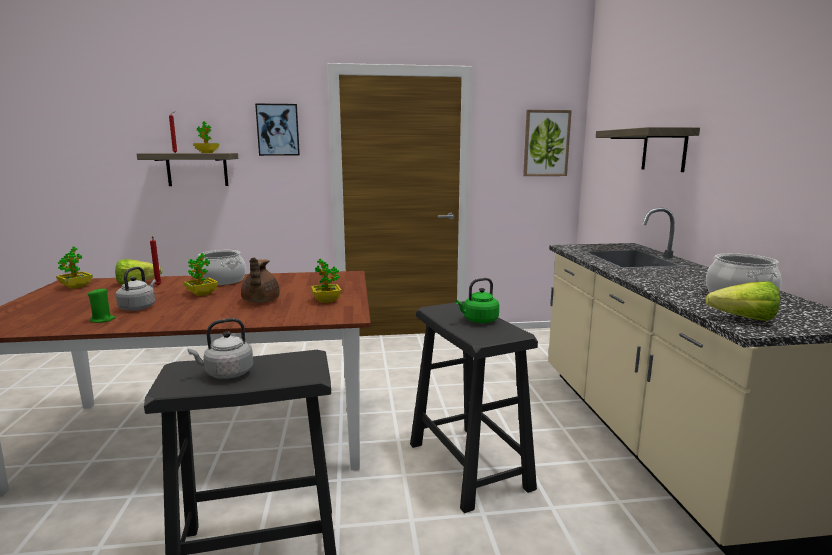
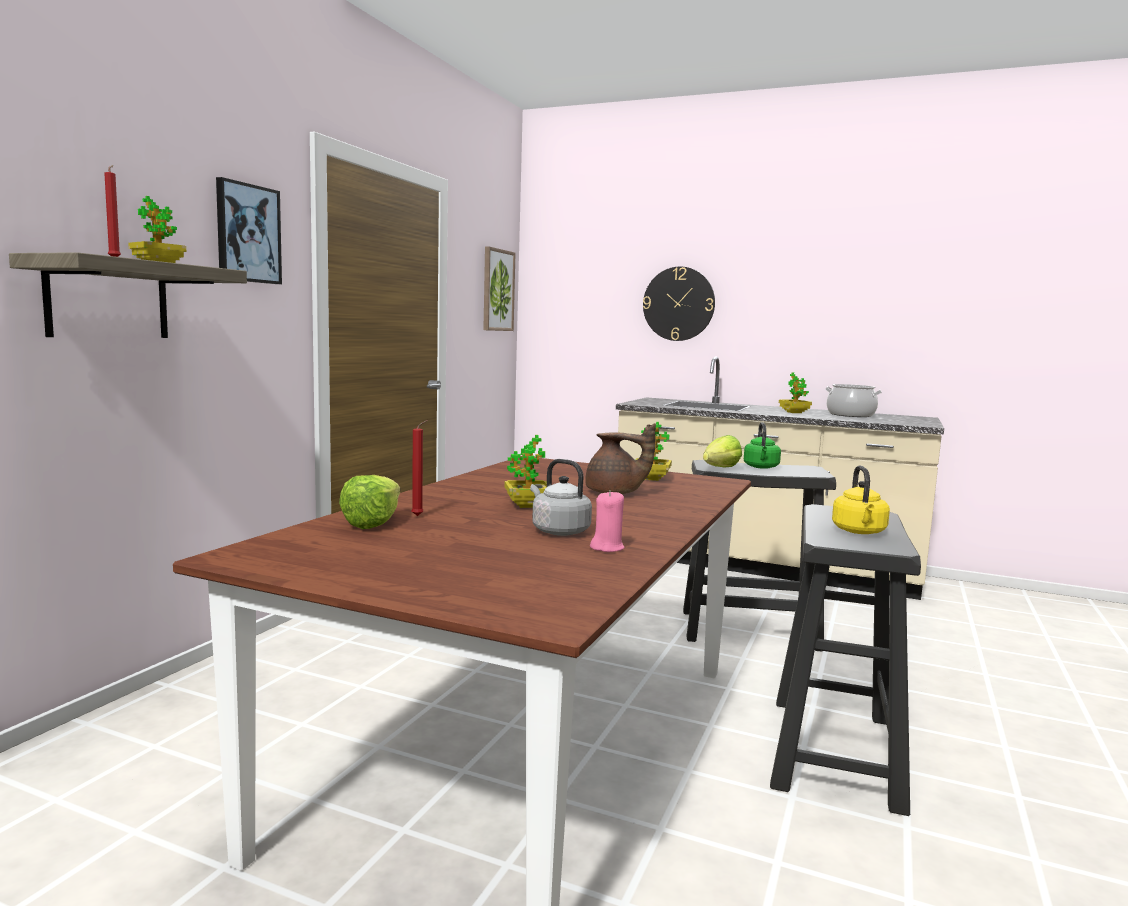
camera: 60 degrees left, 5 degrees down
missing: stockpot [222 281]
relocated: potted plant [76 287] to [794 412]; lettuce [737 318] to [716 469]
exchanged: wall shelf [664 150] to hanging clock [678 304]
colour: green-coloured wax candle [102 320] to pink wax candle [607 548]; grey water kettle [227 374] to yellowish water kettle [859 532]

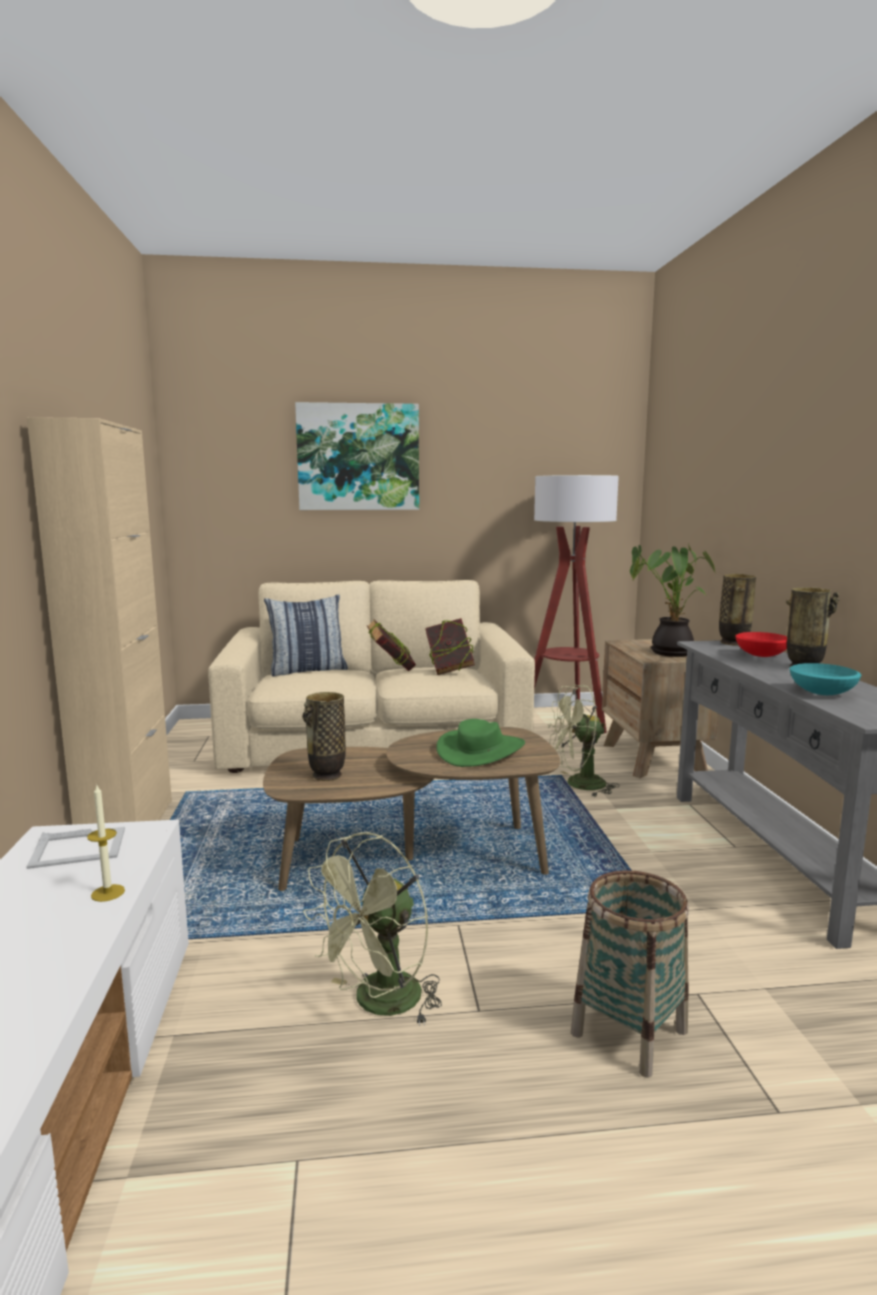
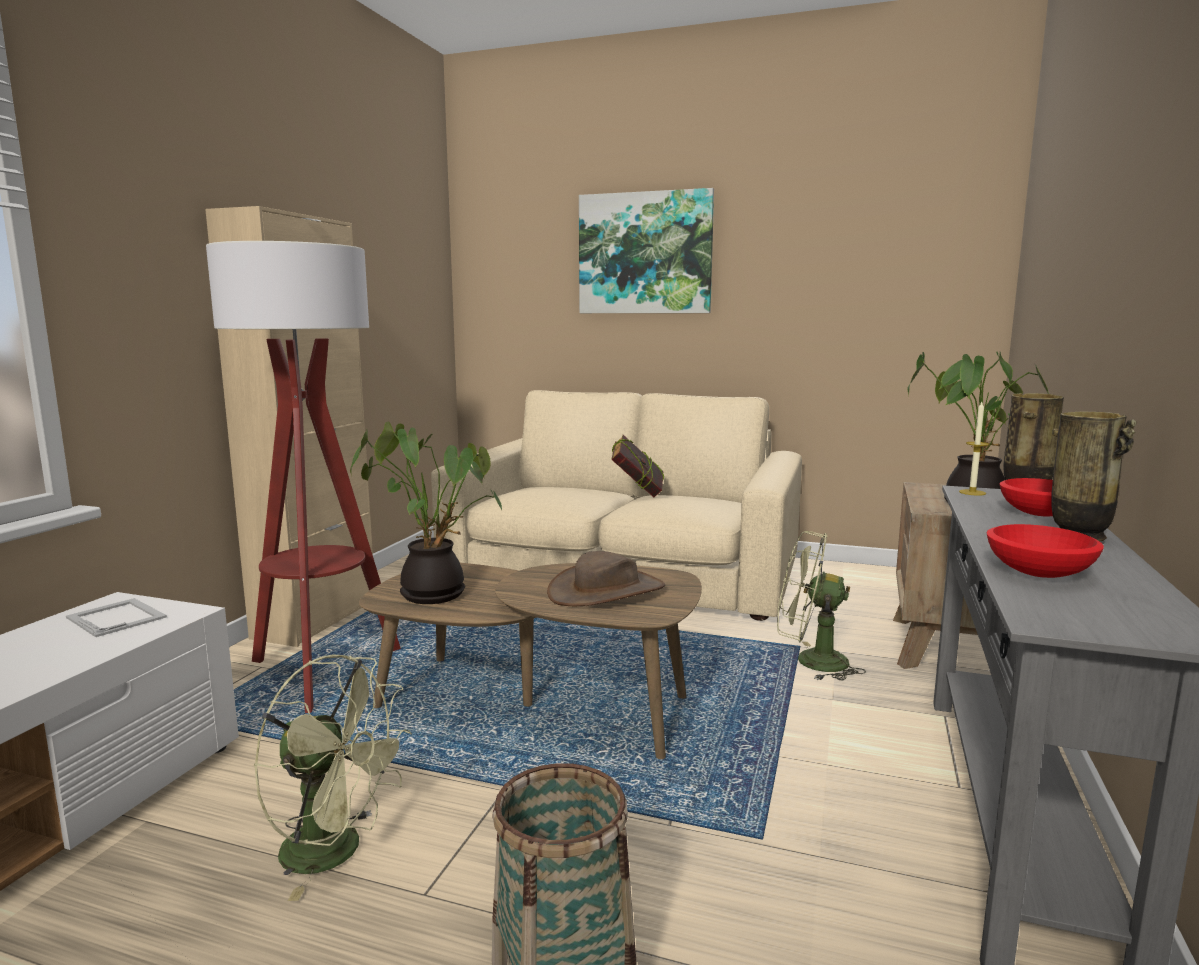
camera: 25 degrees right, 0 degrees up
missing: cushion [308 670]; volume [449 671]
relocated: standing lamp [567 720] to [322 672]; wax candle [108 893] to [972 492]
exchanged: flower vase [326 776] to potted plant [435 592]
colour: turquoise bowl [821 692] to reddish bowl [1038 572]; green-coloured hat [481 750] to brown hat [607 591]
spun: standing frame [79 847] = [116 617] 150 degrees counterclockwise; green-coloured electric fan [378 1004] = [337 852] 135 degrees counterclockwise

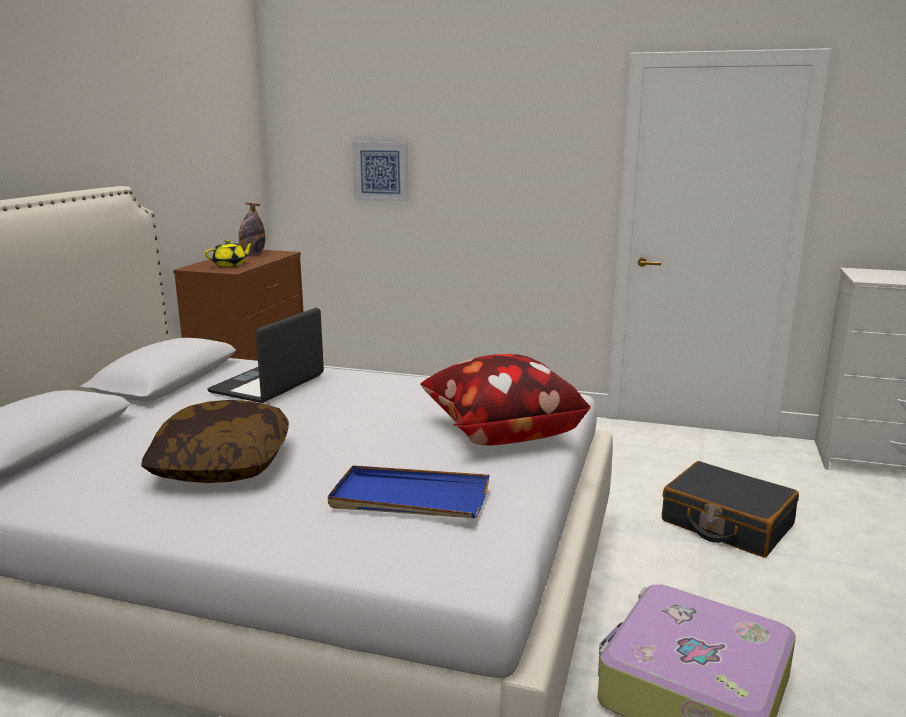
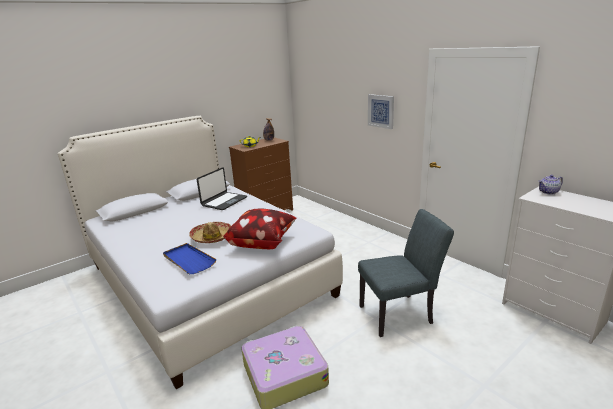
camera: 35 degrees right, 5 degrees up
missing: cushion [222 465]
appeared: tea pot [548 192]; hat [211 237]
relocated: wall picture [381 171] to [381 111]
exchanged: black suitcase [726 523] to grey upright chair [400 313]
spun: portable computer [269 384] = [224 201] 150 degrees clockwise

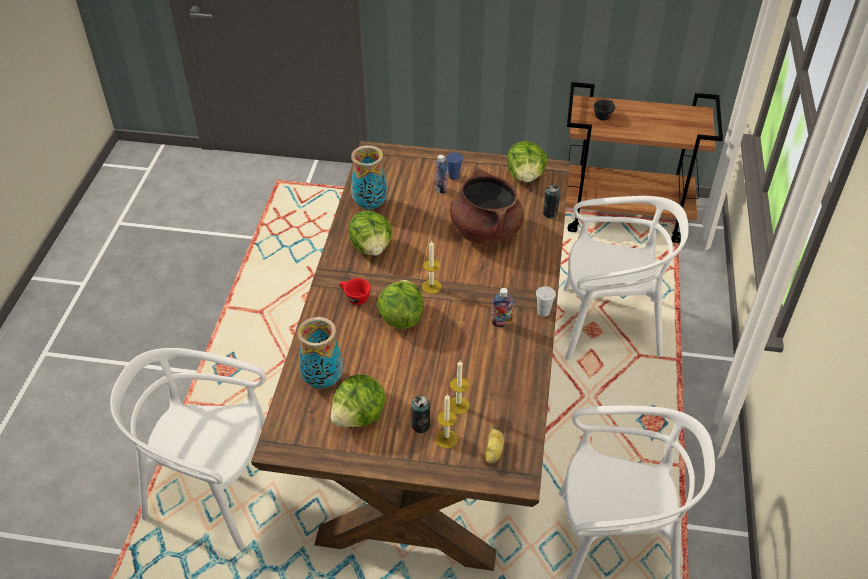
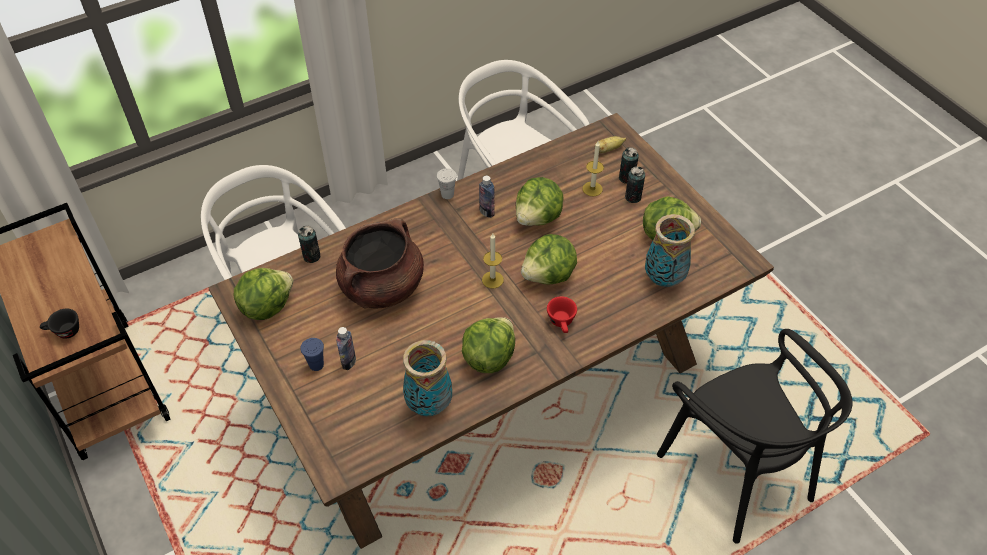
camera: 130 degrees left, 5 degrees up
appeared: lettuce [538 217]
exchanged: wax candle [446 439] to sealed can [626 178]
colour: white upright chair [213 490] to black upright chair [736 472]

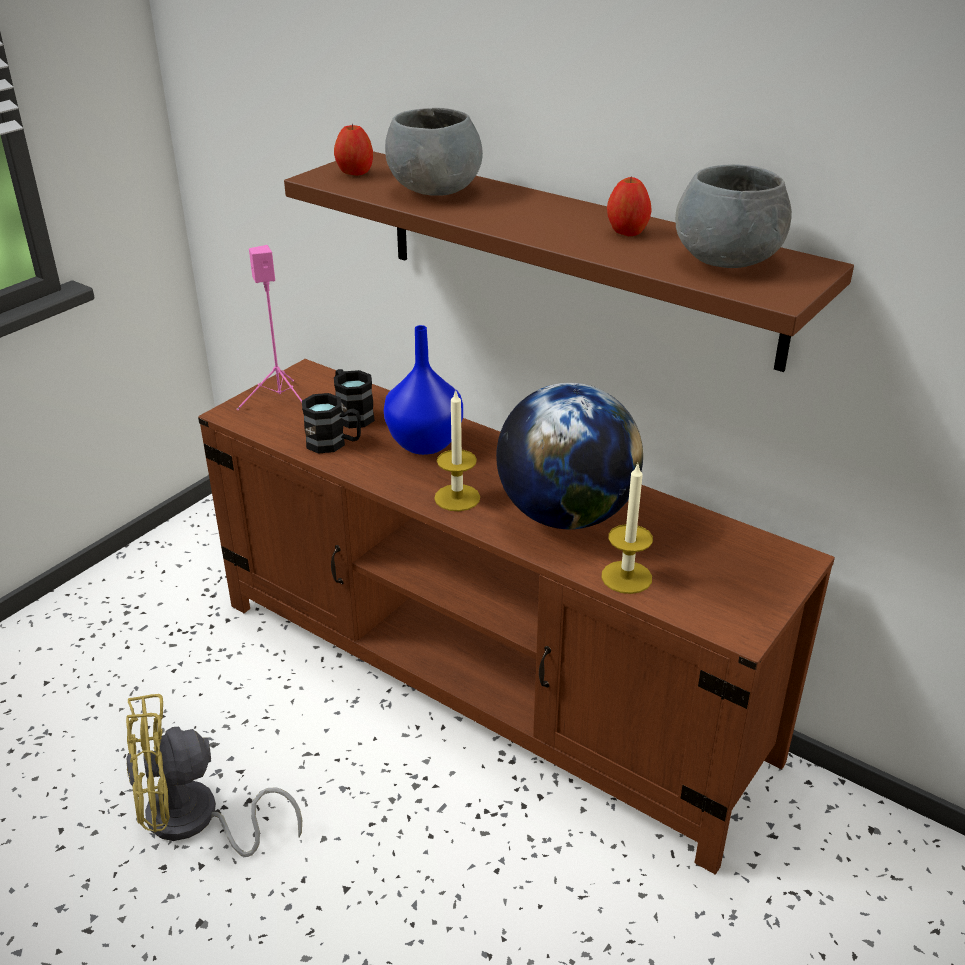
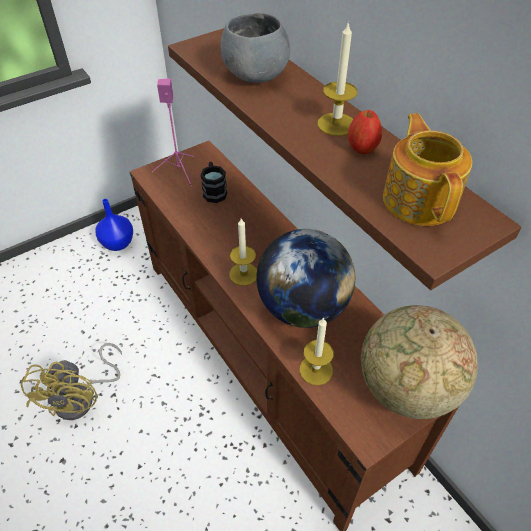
camera: 20 degrees right, 15 degrees up
missing: whole apple [355 173]; black tea mug [334 443]
appeared: wax candle [336 124]; world globe [405 388]
relocated: blue-coloured flower vase [425 442] to [118 243]
exchanged: grey bowl [728 261] to tea pot [419 199]
spun: yellowish electric fan [194 822] = [83 398] 90 degrees counterclockwise

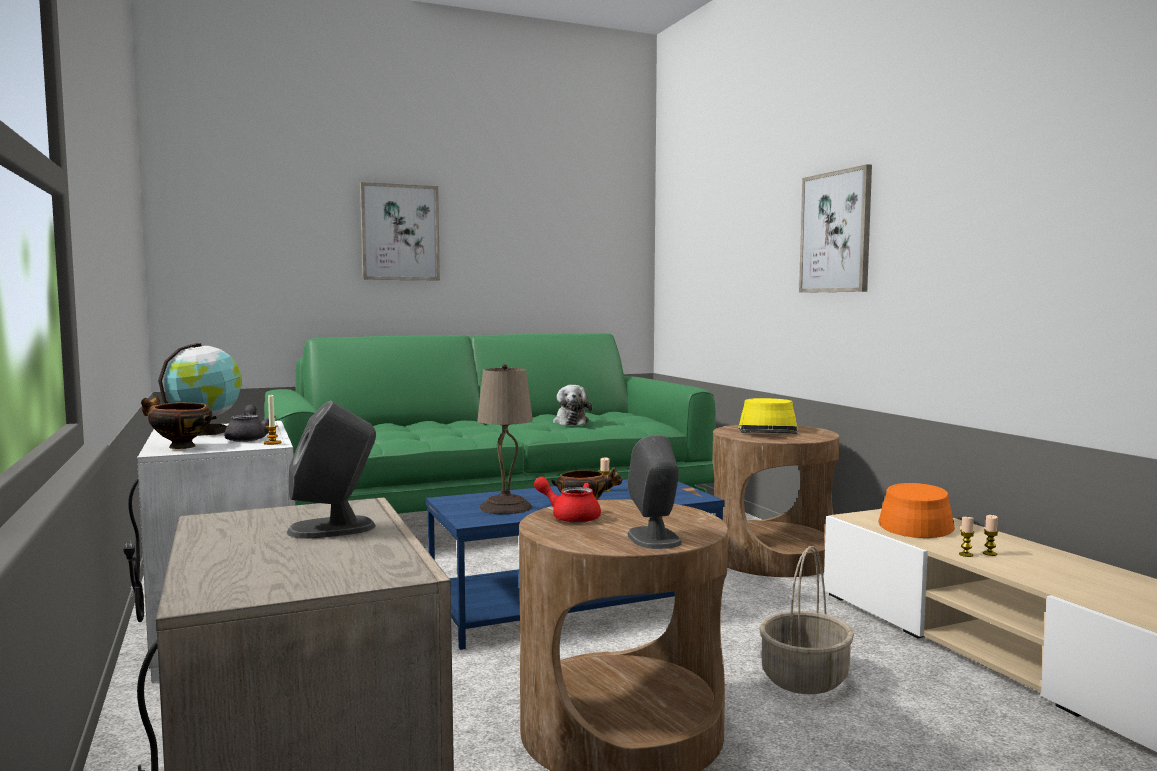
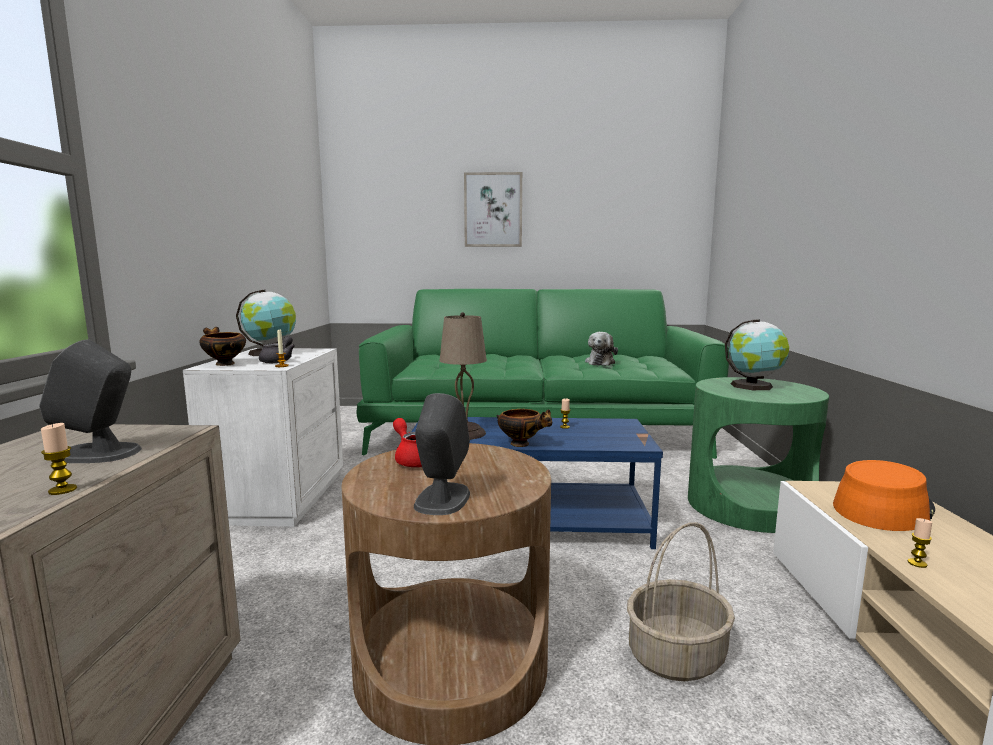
camera: 25 degrees right, 5 degrees up
missing: wall picture [836 232]
relocated: wax candle [989 553] to [62 490]
exchanged: yellowish hat [768 431] to world globe [754 386]
colour: brown end table [772 557] to green-coloured end table [748 506]

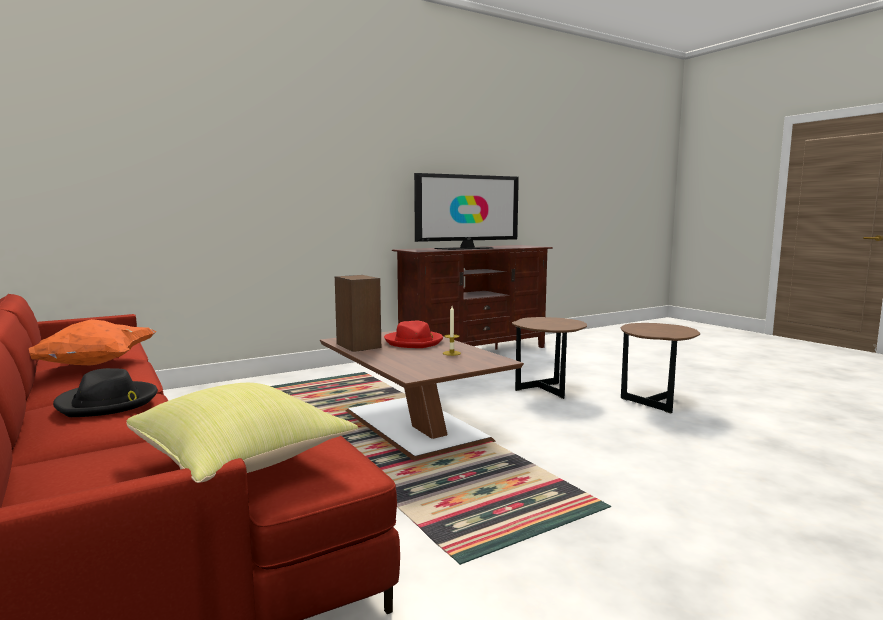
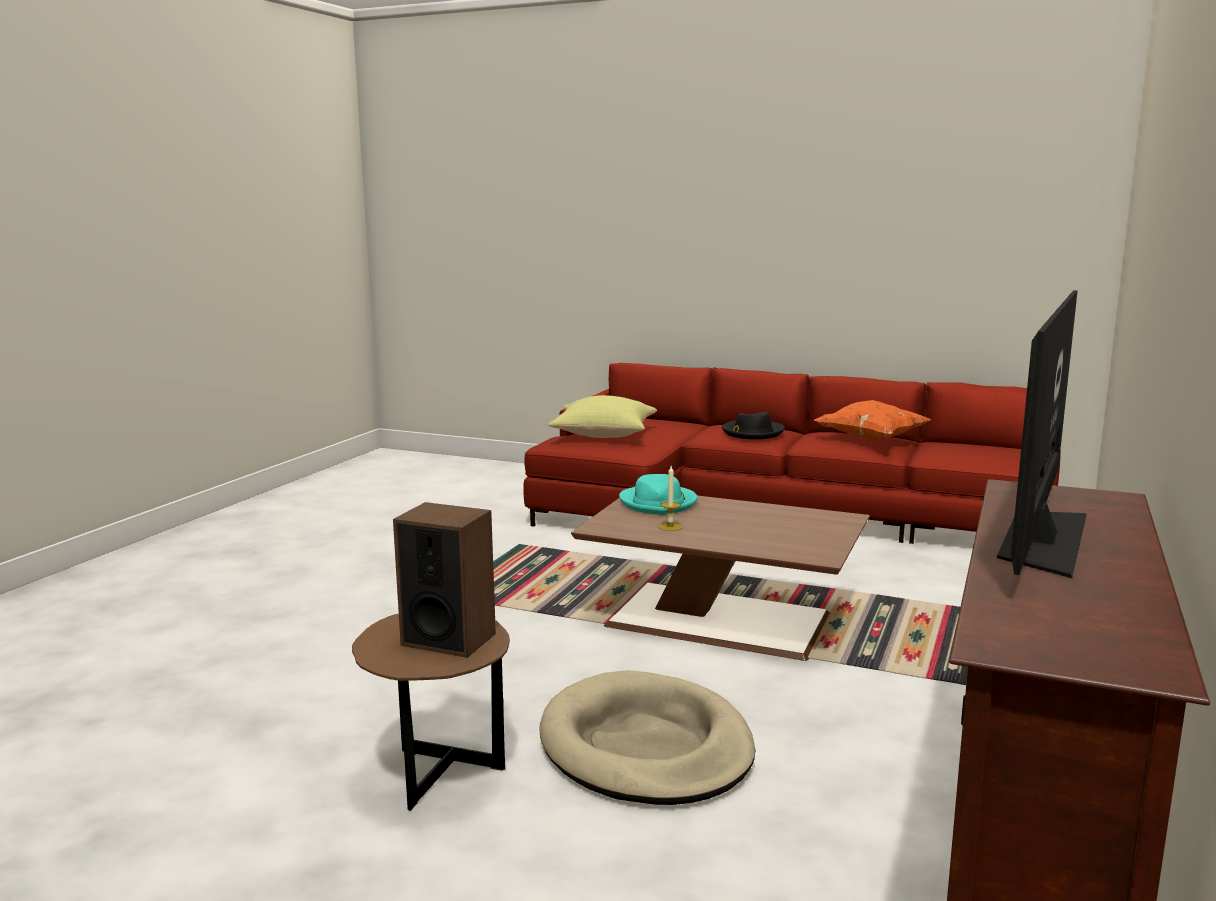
camera: 145 degrees right, 5 degrees up
missing: reddish hat [414 342]
appeared: turquoise hat [659 503]
relocated: loudspeaker [358 346] to [448 639]
exchanged: brown end table [547 391] to beige dog cushion [646 747]

